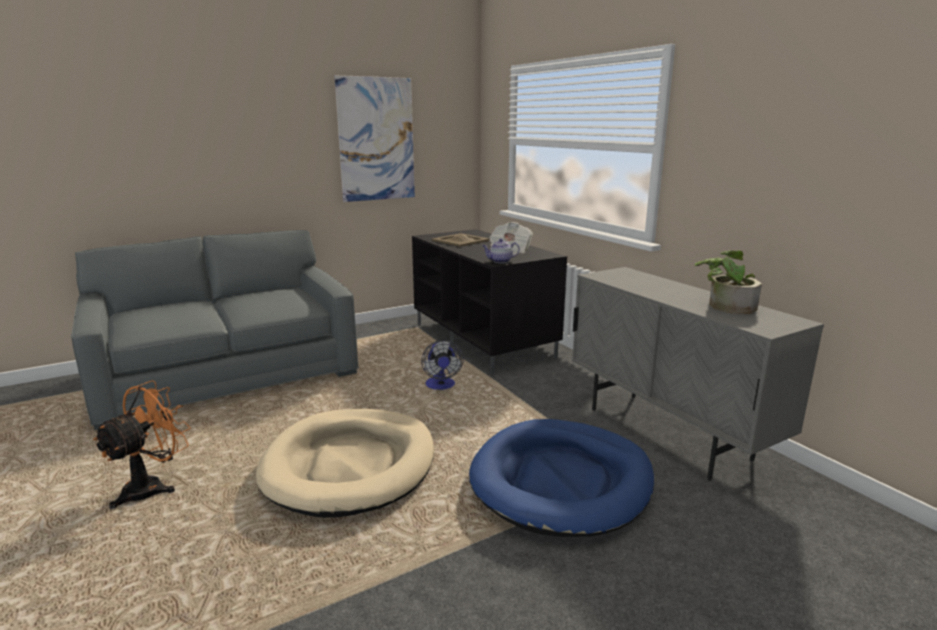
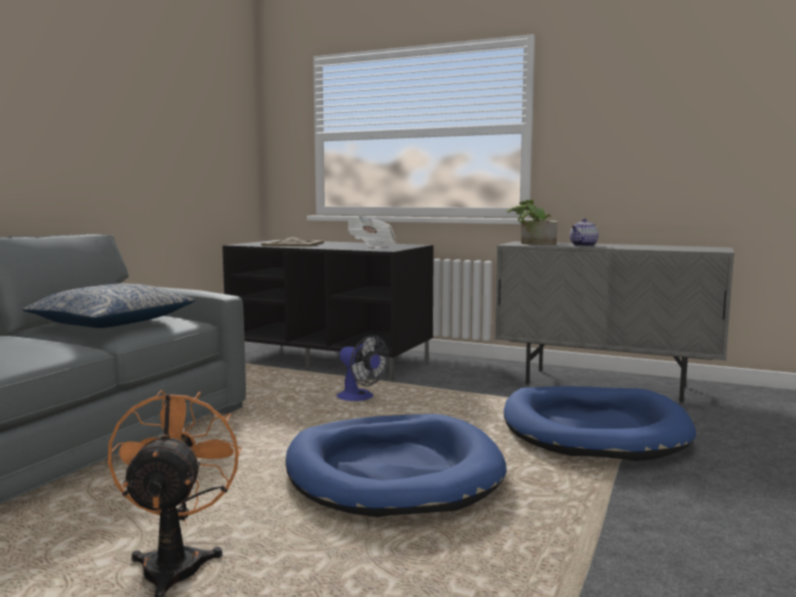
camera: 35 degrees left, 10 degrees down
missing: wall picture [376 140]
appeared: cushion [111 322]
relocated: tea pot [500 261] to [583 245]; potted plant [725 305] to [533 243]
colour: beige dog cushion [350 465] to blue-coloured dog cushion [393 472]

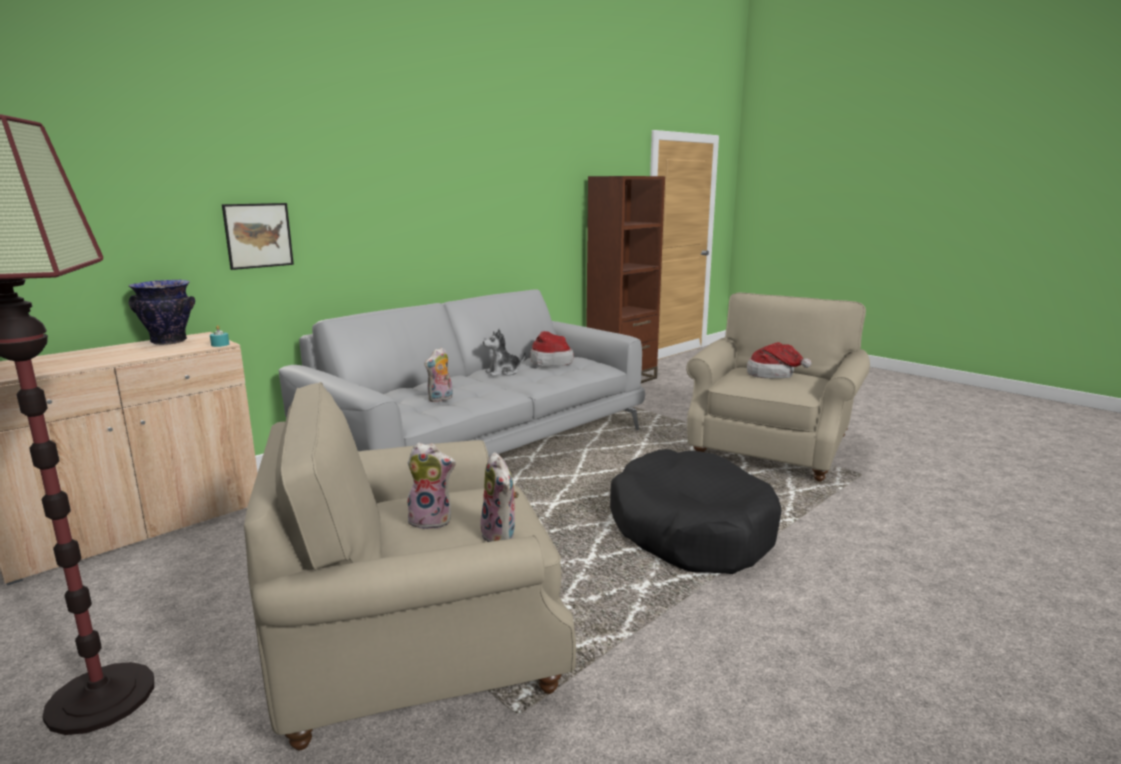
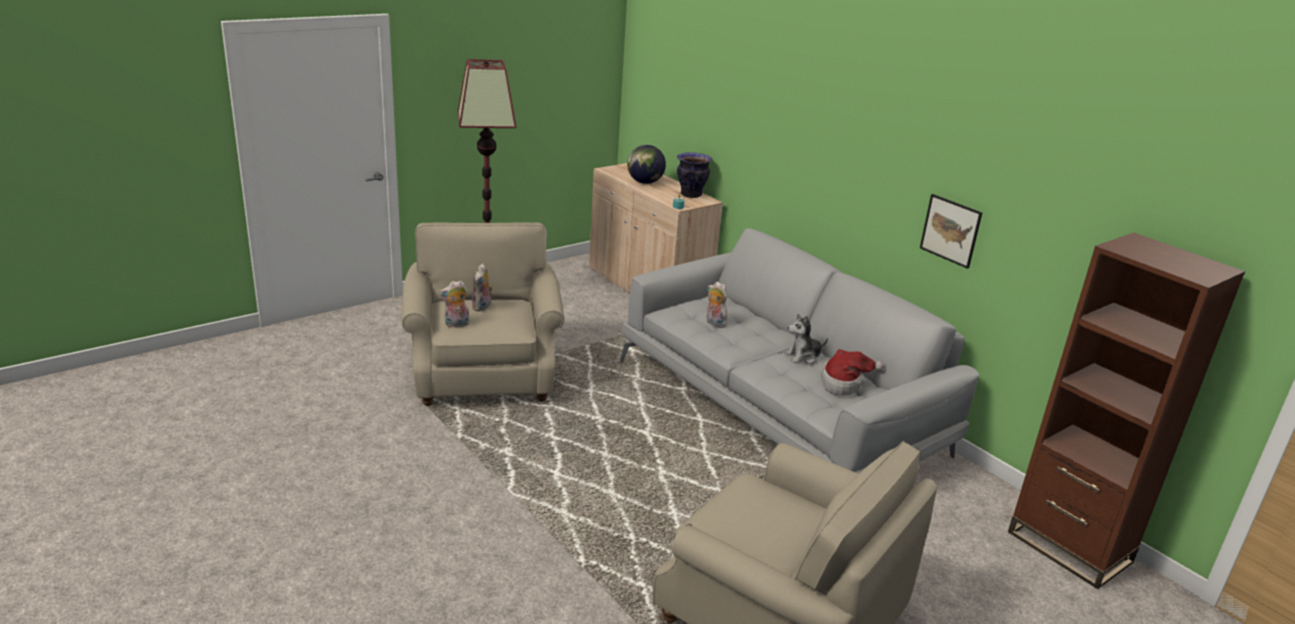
camera: 95 degrees right, 10 degrees up
missing: hat [774 374]; black dog cushion [690 530]
appeared: world globe [644 182]
relocated: wall picture [258 235] to [950 230]
spun: soft toy [503 372] = [803 356] 90 degrees counterclockwise

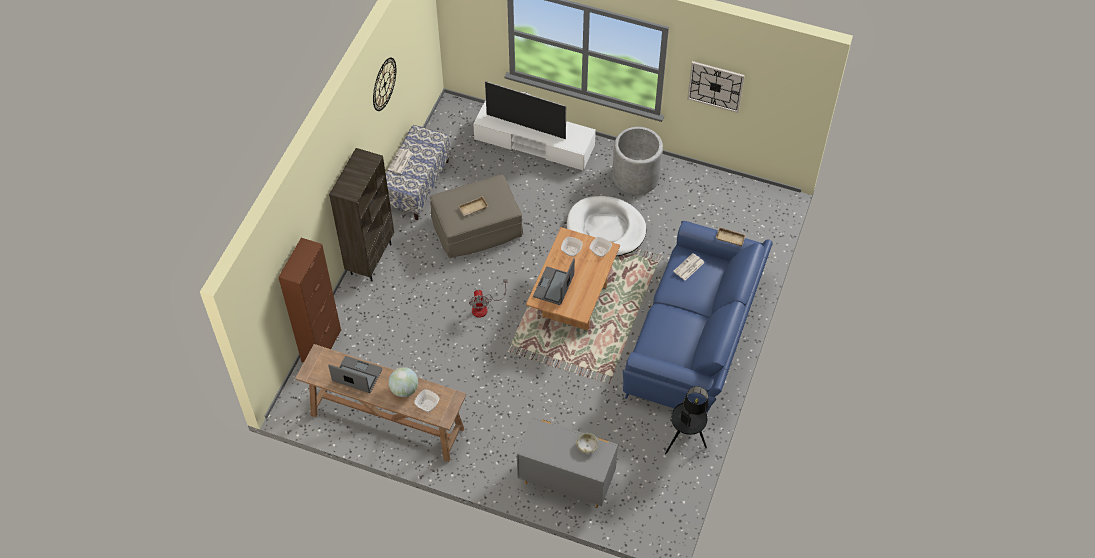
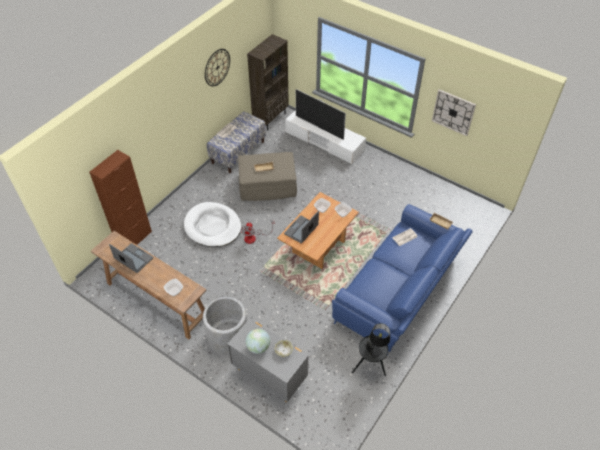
camera: 15 degrees right, 5 degrees down
relocated: grey flower pot [636 176] to [228 337]; brown bookcase [370 258] to [270 119]; white dog cushion [606 229] to [213 226]; world globe [404 389] to [258 347]

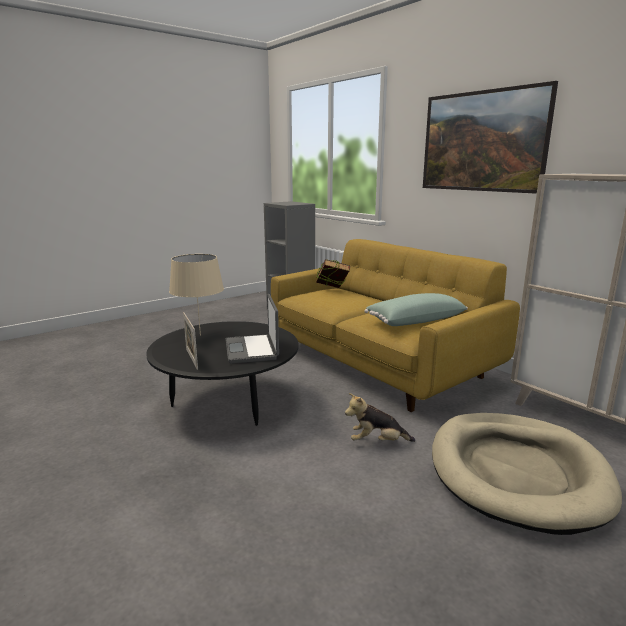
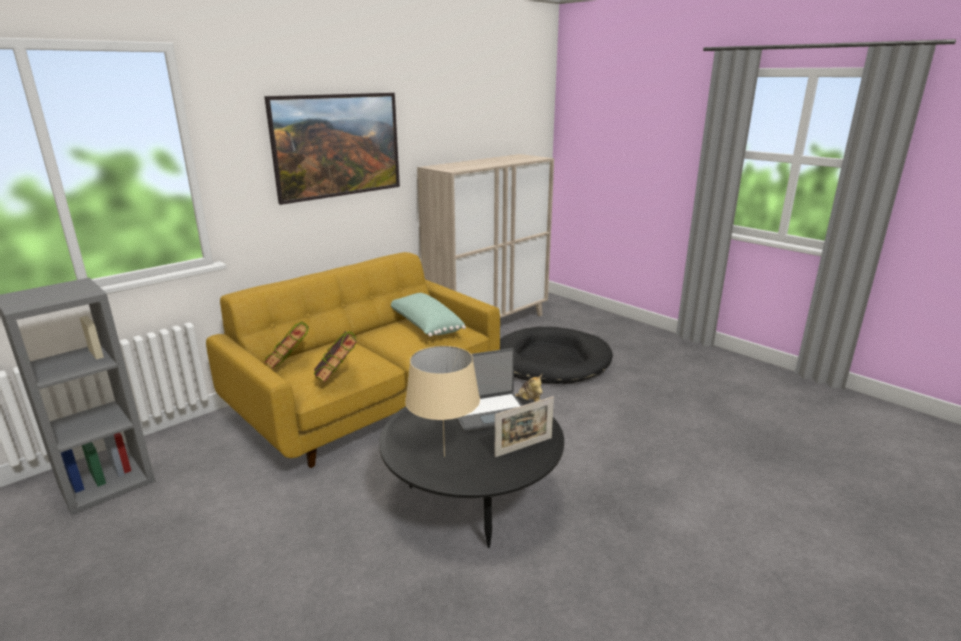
camera: 95 degrees left, 5 degrees up
appeared: volume [337 378]
colour: beige dog cushion [516 472] to black dog cushion [549 361]

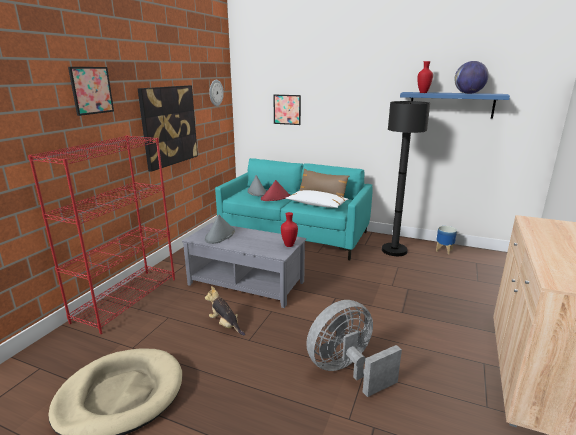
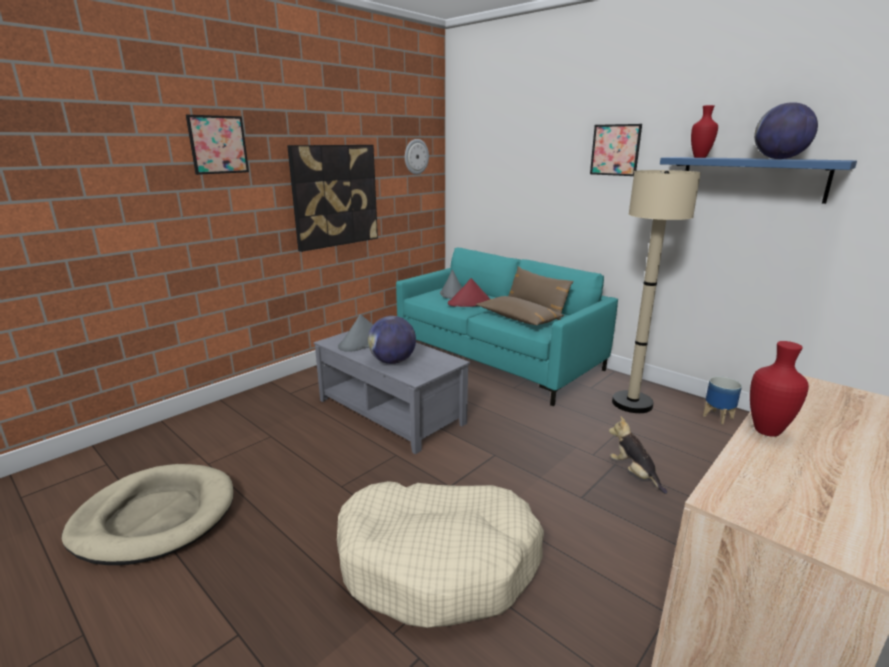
camera: 20 degrees right, 0 degrees up
missing: reddish bookcase [127 299]
appeared: world globe [392 361]
relocated: wall picture [287 109] to [615 150]; reddish flower vase [289 245] to [767 432]; soft toy [225 325] to [634 473]
exchanged: grey electric fan [347 370] to beige dog cushion [439 562]
colour: black standing lamp [394 250] to beige standing lamp [632 403]; white cushion [316 205] to brown cushion [518 319]

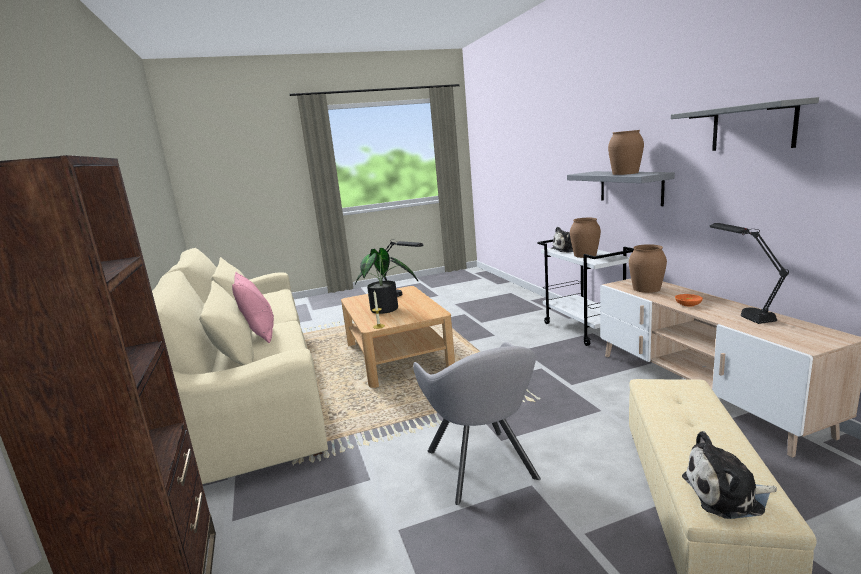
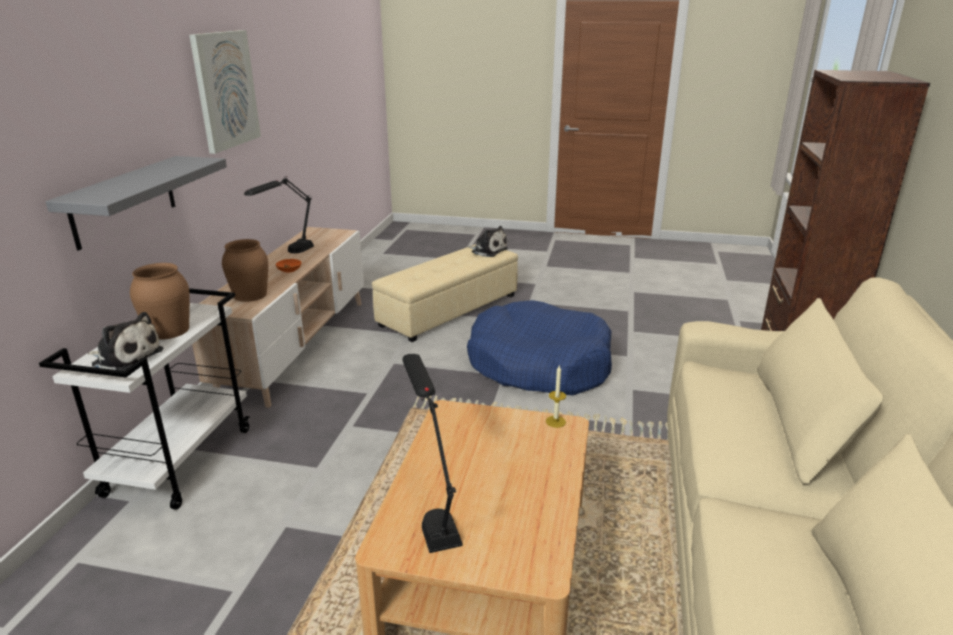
camera: 150 degrees left, 10 degrees up
missing: brown flower vase [625 173]; potted plant [387 310]; pink cushion [260 334]
exchanged: grey wall shelf [752 127] to wall picture [225 90]; grey armchair [483 467] to blue-coloured dog cushion [539 364]

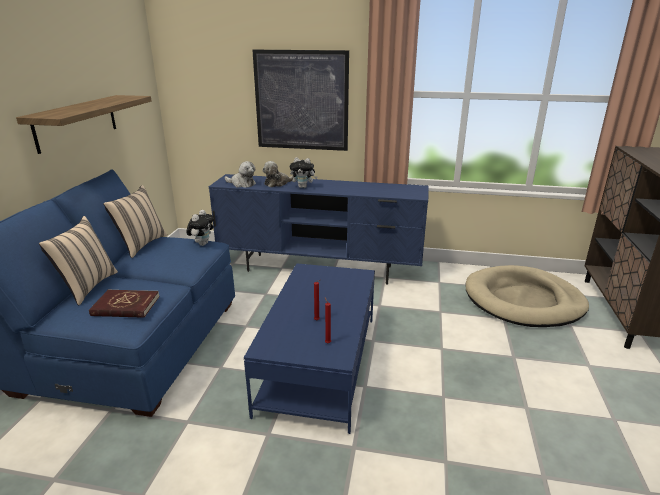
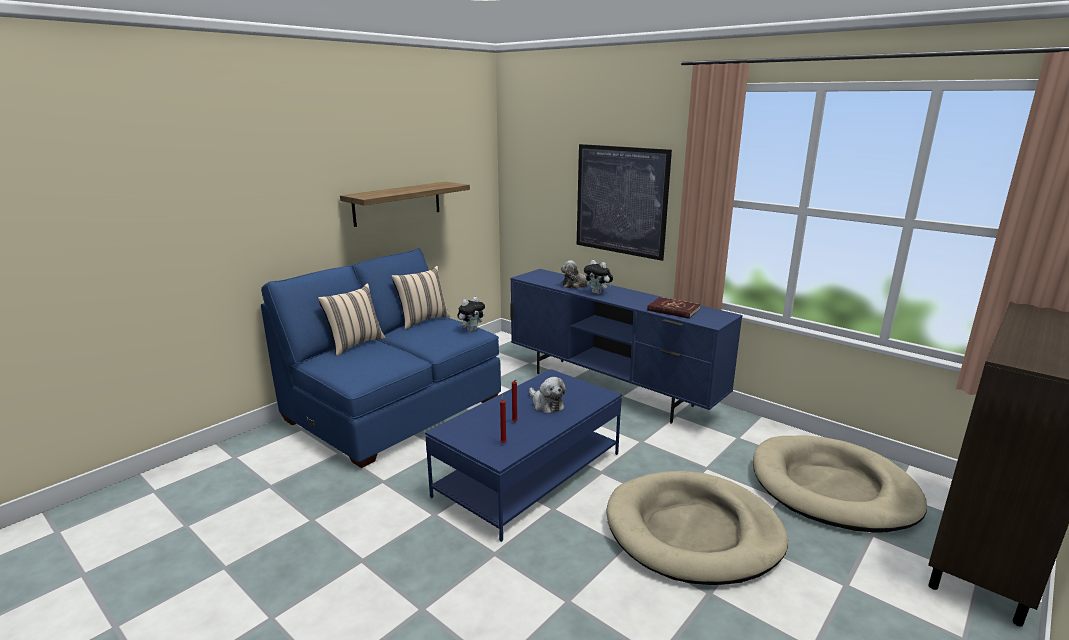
camera: 30 degrees right, 5 degrees down
appeared: beige dog cushion [693 531]
relocated: soft toy [242 184] to [546 404]; reddish volume [125 306] to [673 310]

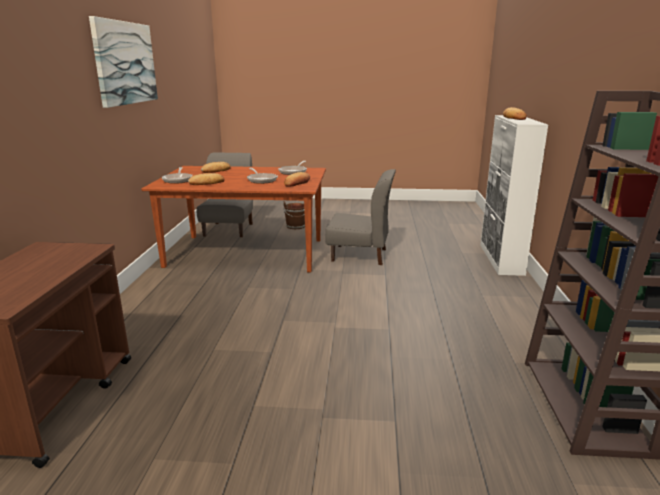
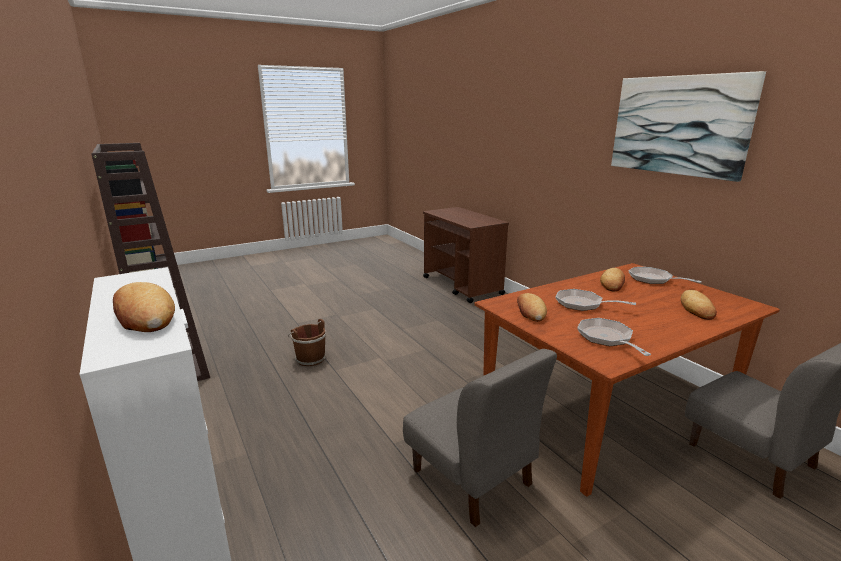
camera: 145 degrees right, 0 degrees up
relocated: brown water bucket [296 226] to [309 358]
spun: grey upright chair [359 255] = [471 477] 105 degrees counterclockwise

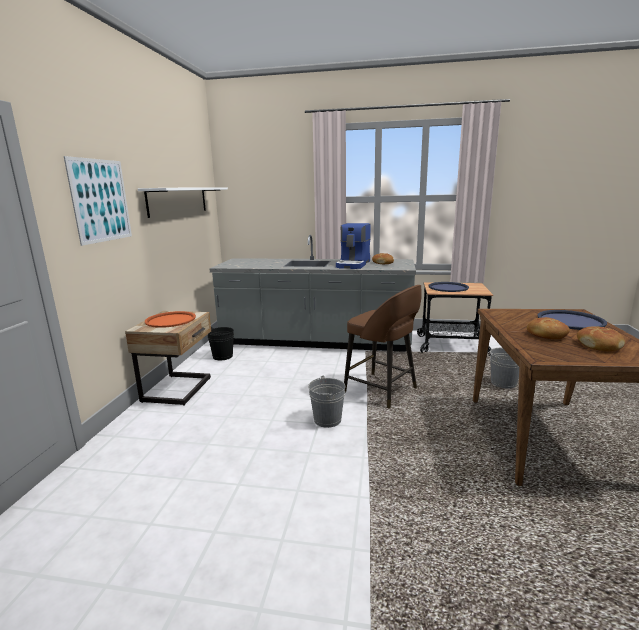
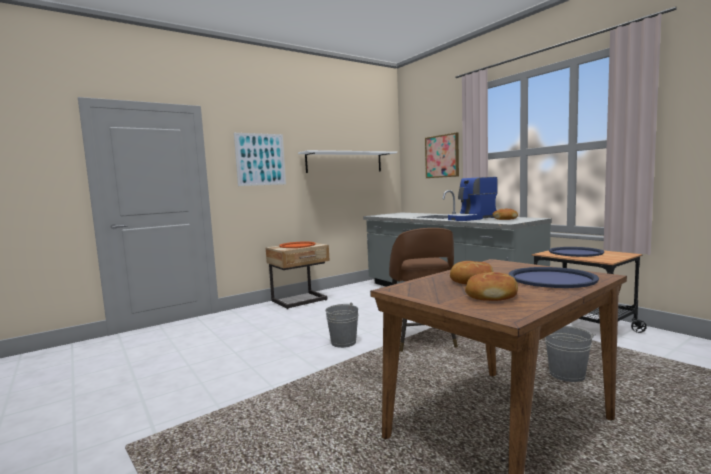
camera: 45 degrees right, 10 degrees down
missing: black water bucket [222 356]
appeared: wall picture [442 156]

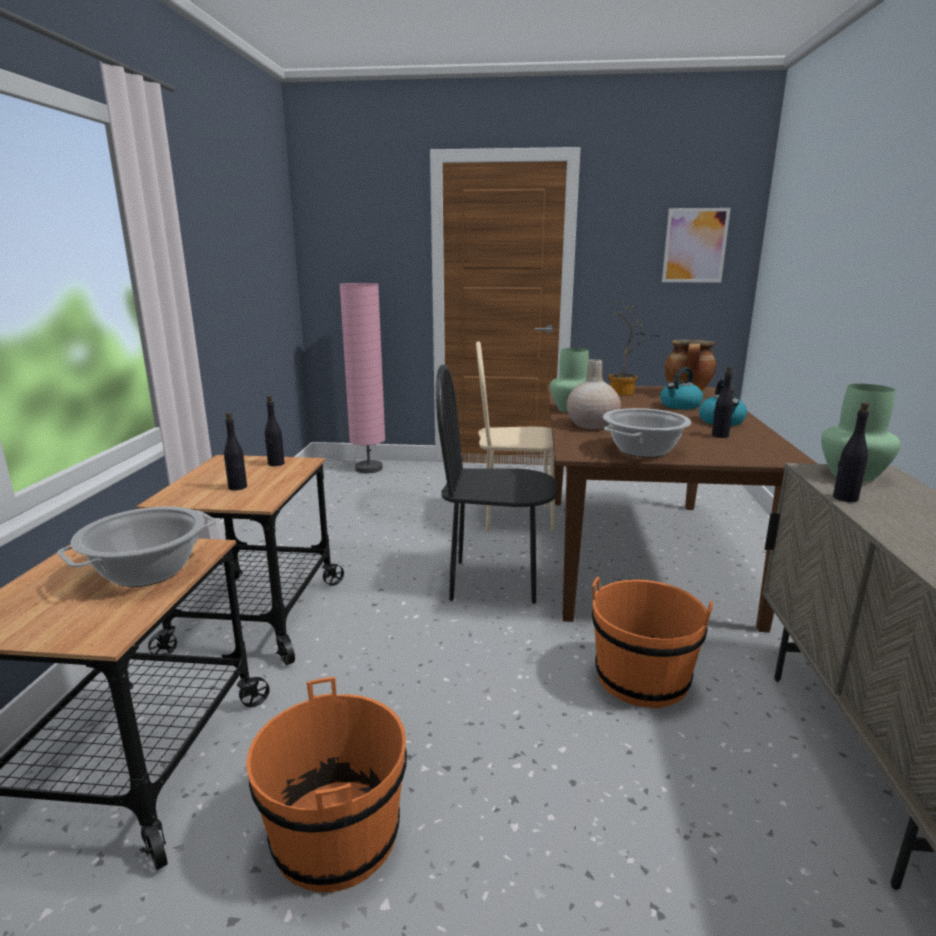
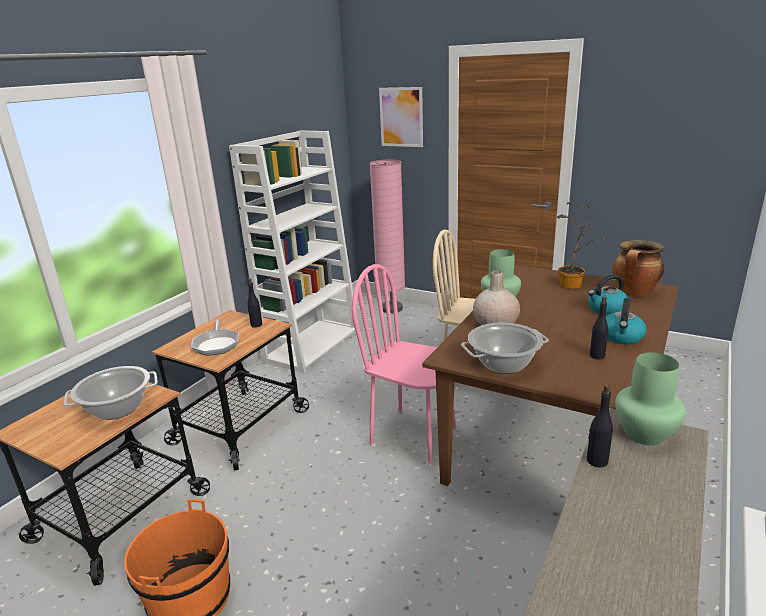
camera: 25 degrees right, 5 degrees up
missing: orange-coloured water bucket [642 678]
appeared: white bookcase [312 344]
relocated: wall picture [695 245] to [401 117]
exchanged: black beverage bottle [237 487] to pan [216 344]
colour: black upright chair [494 582] to pink upright chair [413 435]

